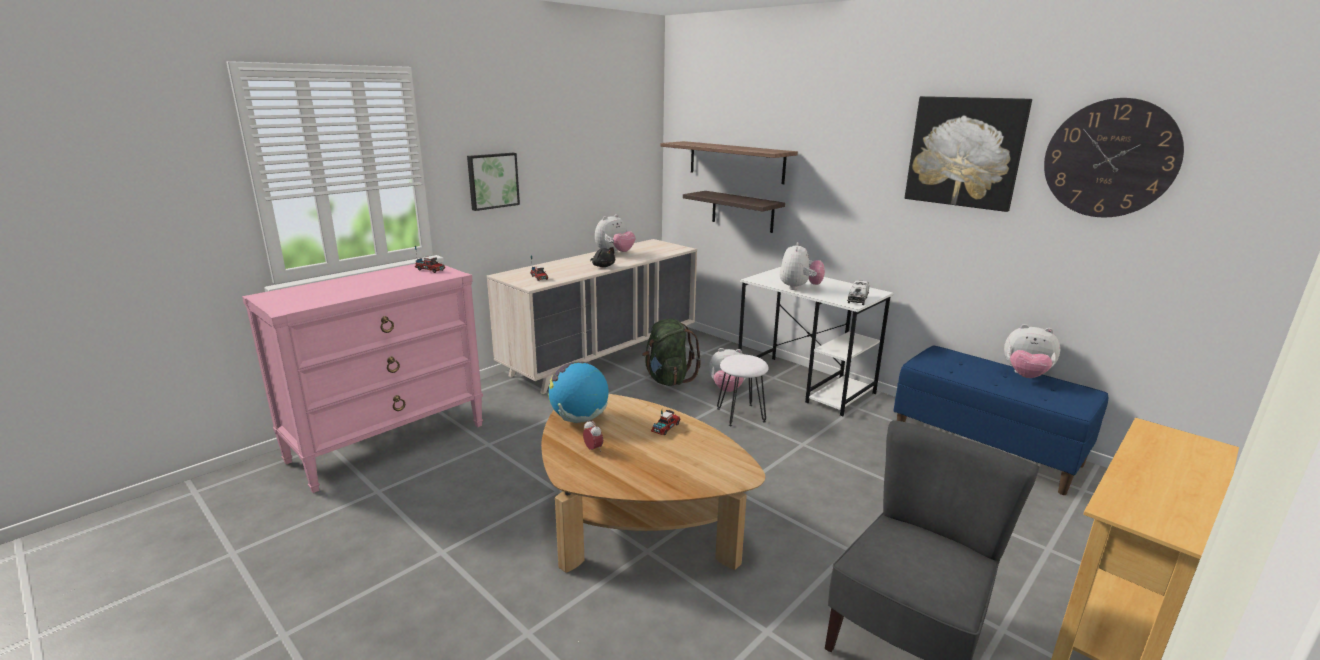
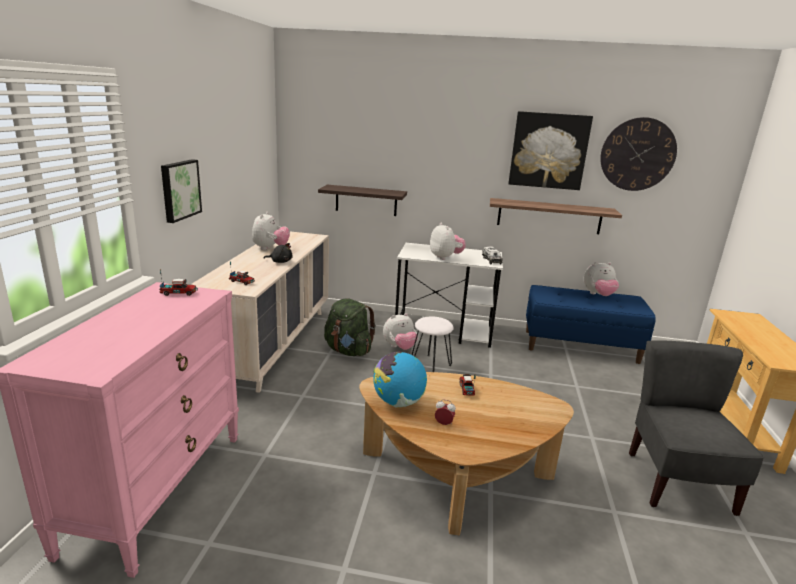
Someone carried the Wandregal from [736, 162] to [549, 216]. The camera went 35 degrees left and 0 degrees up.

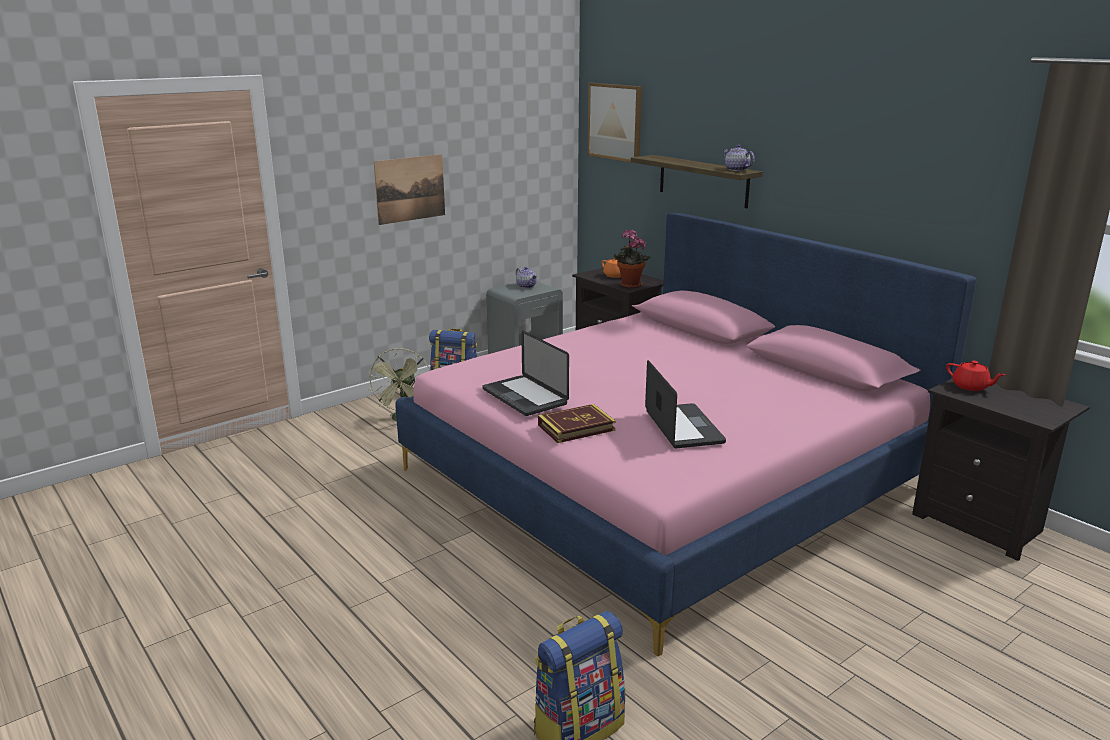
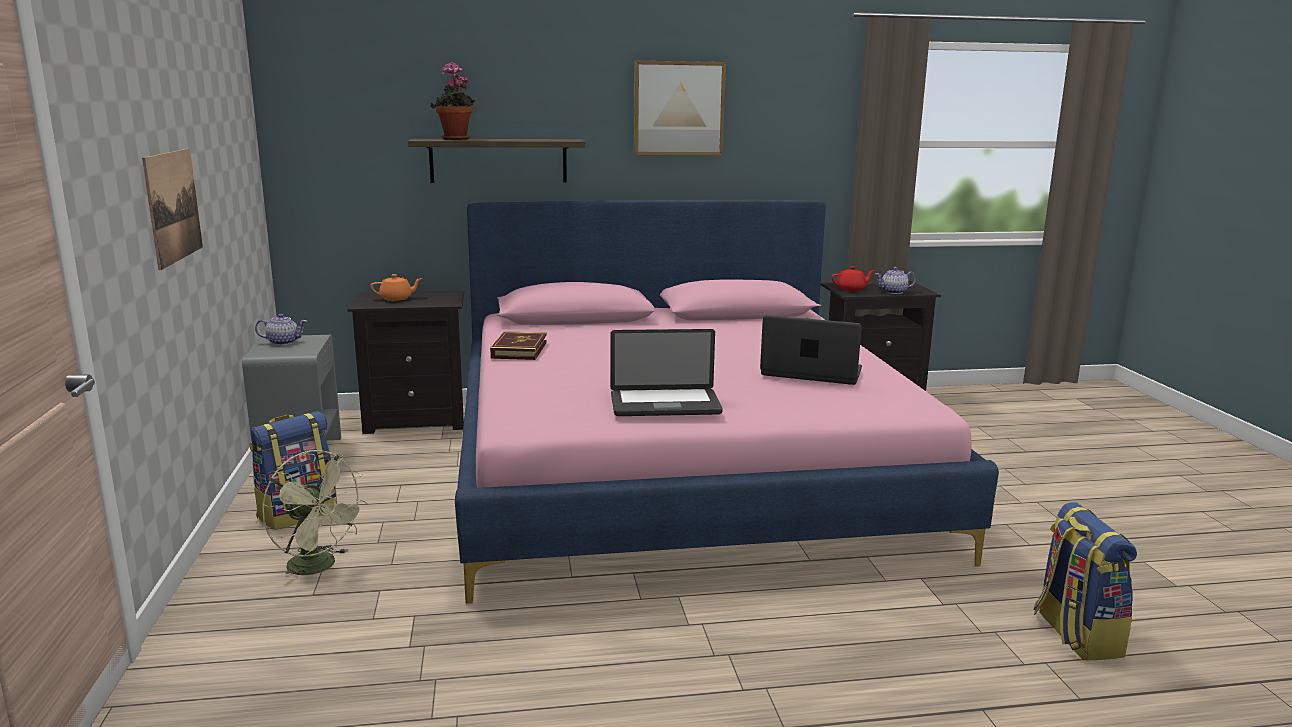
Someone carried the Topfpflanze from [629, 286] to [456, 139]. Someone carried the Buch from [576, 427] to [519, 350]. Someone carried the Bild from [615, 122] to [678, 108]. Someone carried the Teekanne from [736, 169] to [893, 292]. The camera went 60 degrees left and 5 degrees down.

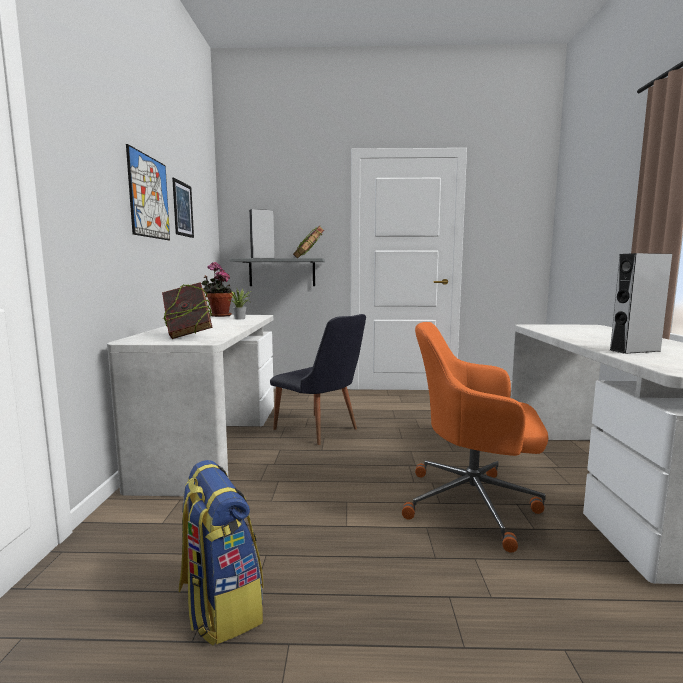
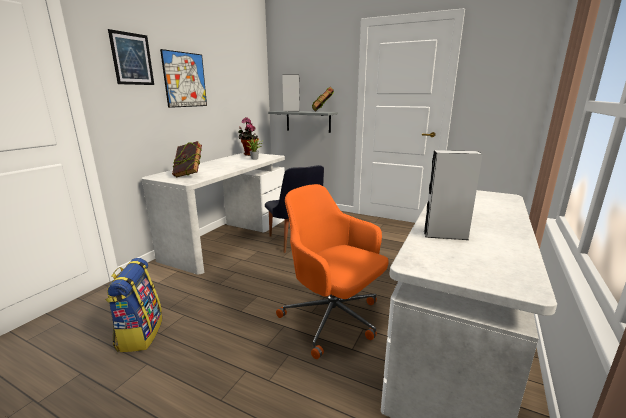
Someone carried the Bild from [183, 209] to [132, 59]. The camera went 25 degrees right and 10 degrees up.

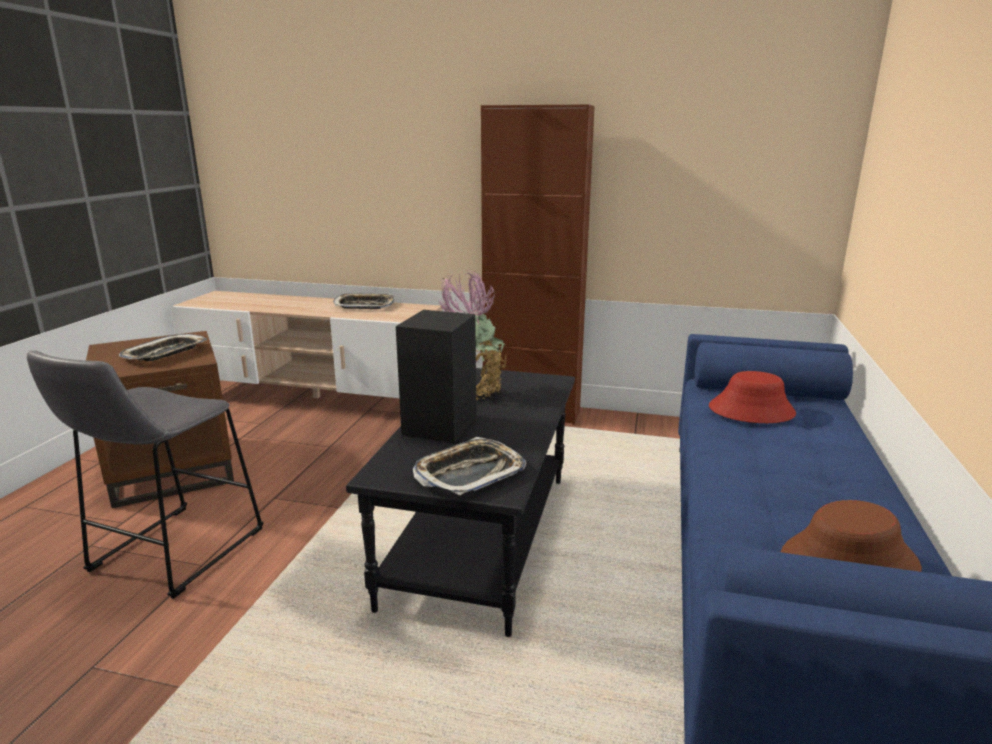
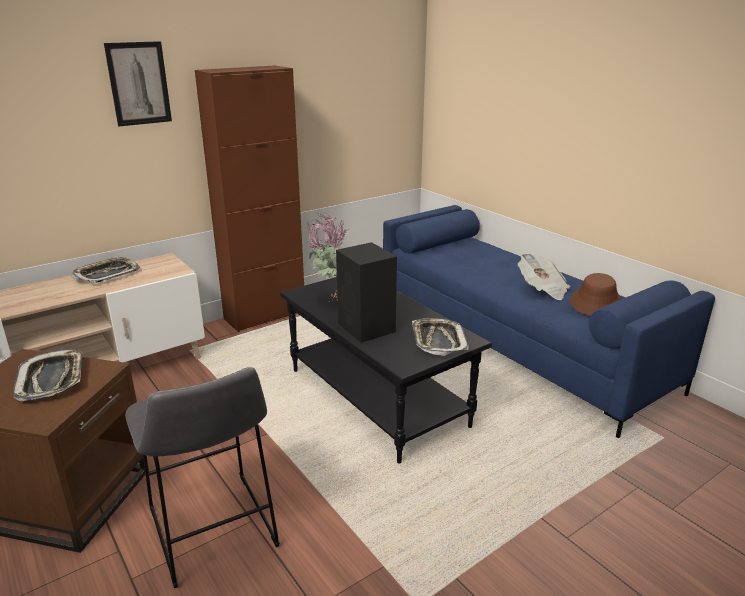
Someone put up the Bild at [139, 83]. Someone put down the Zeitung at [542, 289]. Someone took away the Hut (rot) at [751, 410]. The camera went 50 degrees left and 5 degrees up.

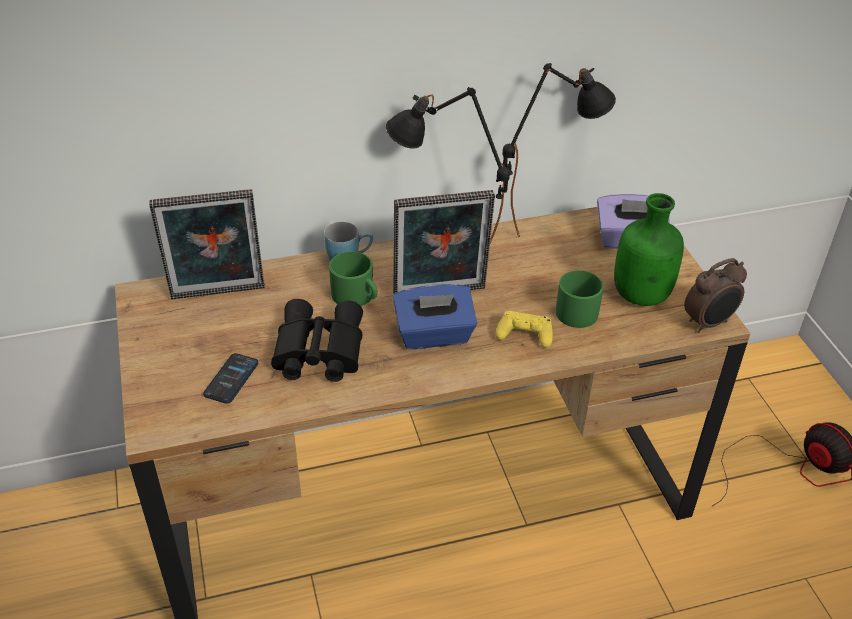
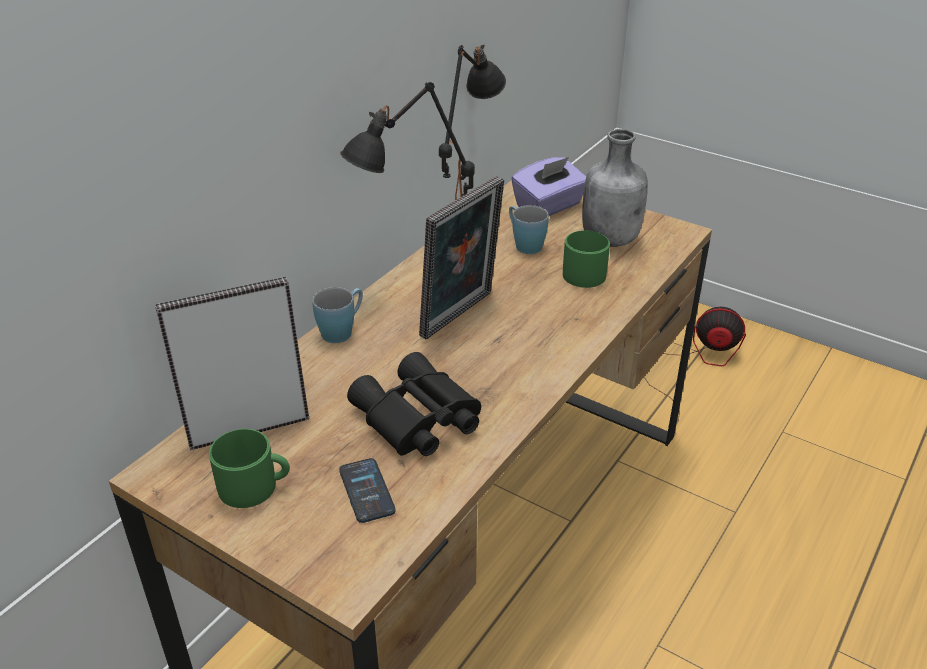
Someone rotated the Bilderrahmen at [218, 295] by 150 degrees counterclockwise. Someone carried the Henkelbecher (grün) from [356, 296] to [255, 486]. Someone put down the Henkelbecher (blau) at [524, 244]. Someone repainted the Flasche (grün) at [642, 295], which became the Flasche (grau) at [611, 239]. Someone took away the Taschentuchbox (blau) at [434, 335]. Someone took away the Gamepad (gelb) at [524, 334]. Someone took away the Wecker at [709, 323]. The camera went 40 degrees left and 5 degrees down.

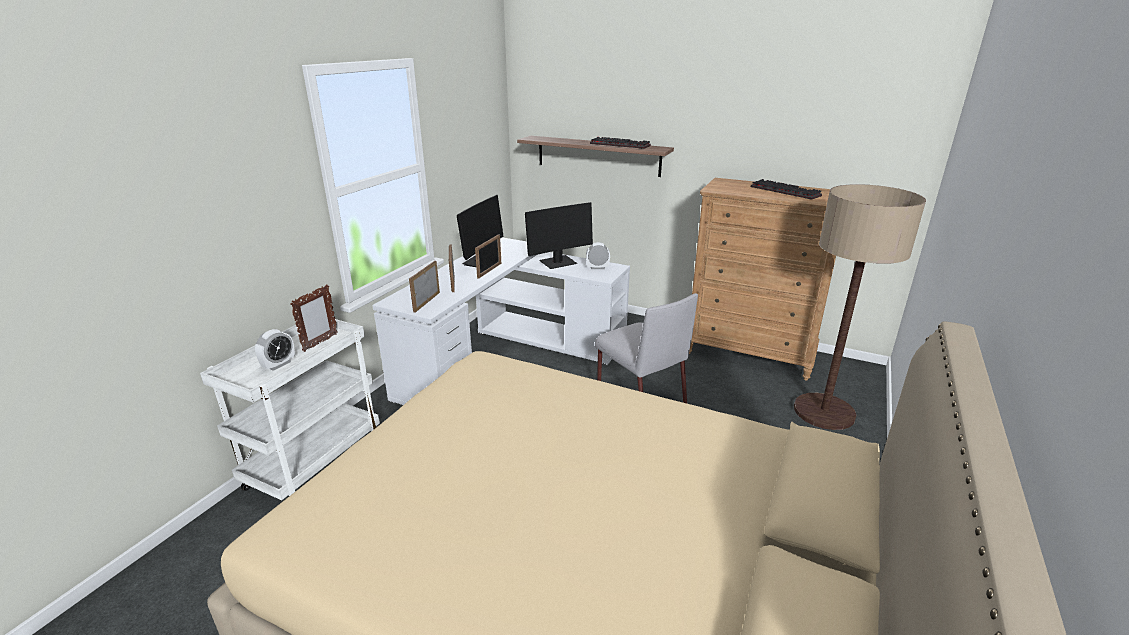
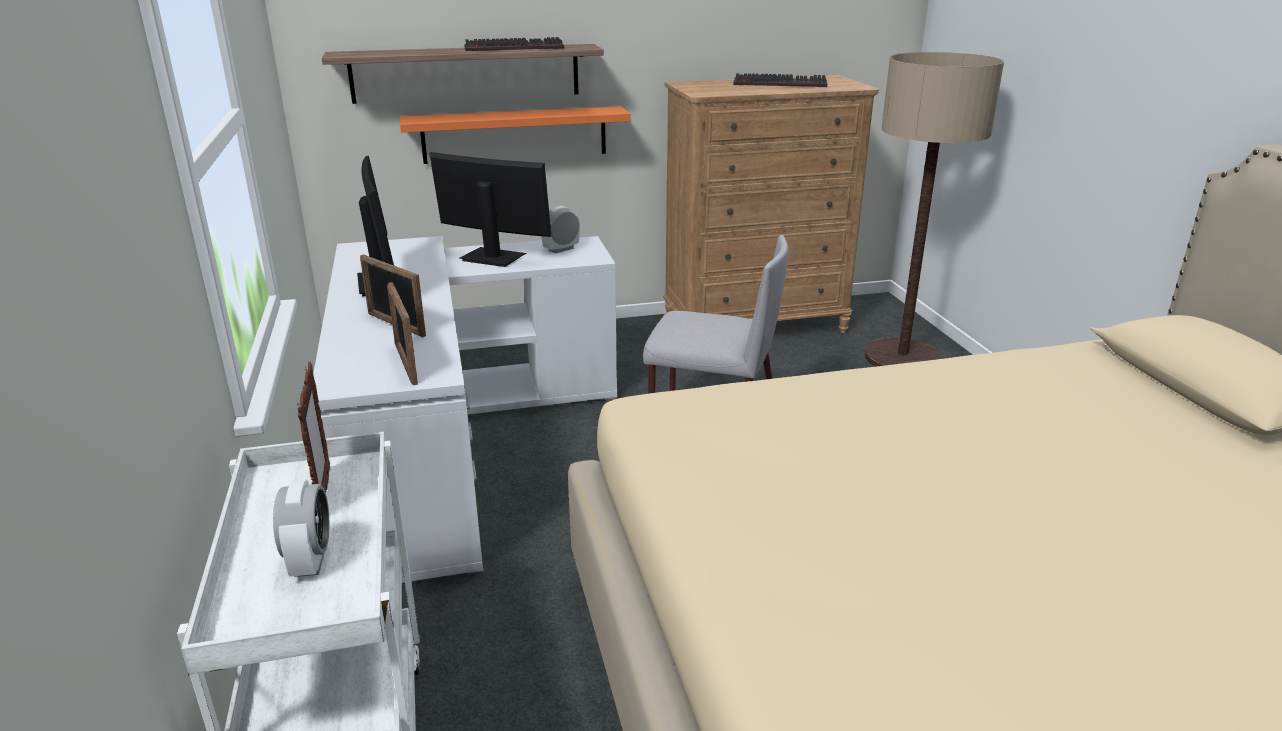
Someone put up the Wandregal (orange) at [515, 134]. Someone rotated the Monitor at [558, 263] by 90 degrees counterclockwise. Someone took away the Bilderrahmen at [489, 270]. The camera went 40 degrees left and 0 degrees up.

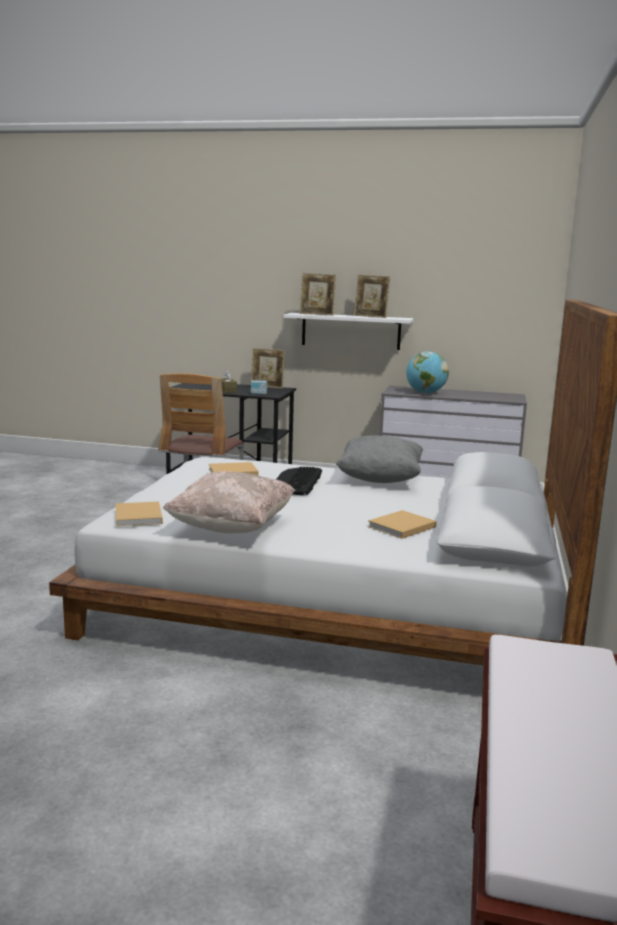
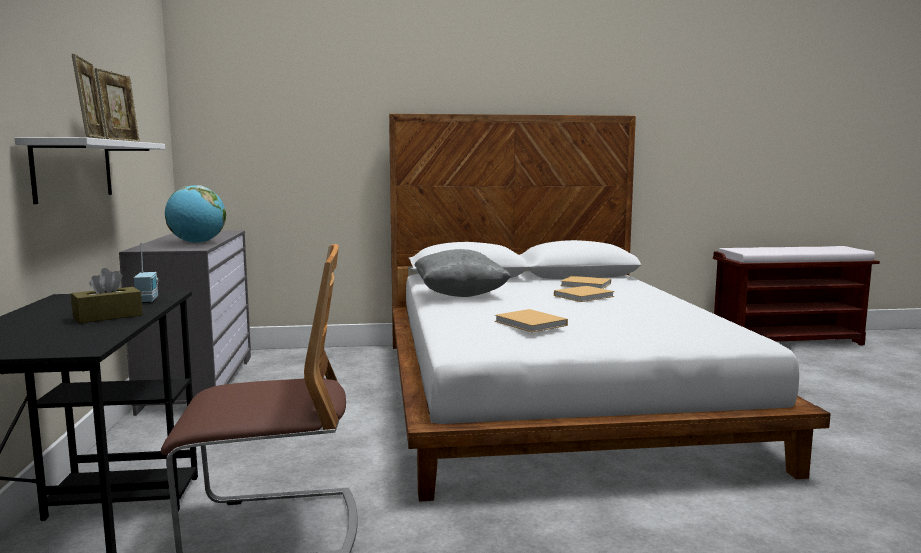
Someone carried the Buch (beige) from [138, 517] to [585, 296]. Someone took away the Kissen (beige) at [232, 527]. Someone took away the Bilderrahmen at [267, 387]. Someone took away the Tastatur at [296, 482]. The camera went 110 degrees left and 5 degrees down.

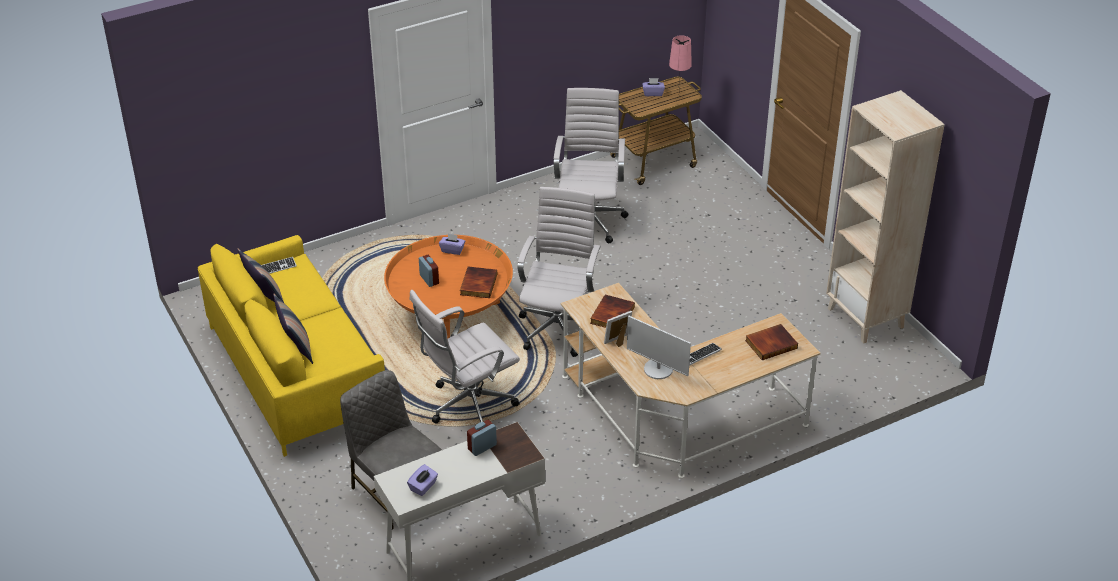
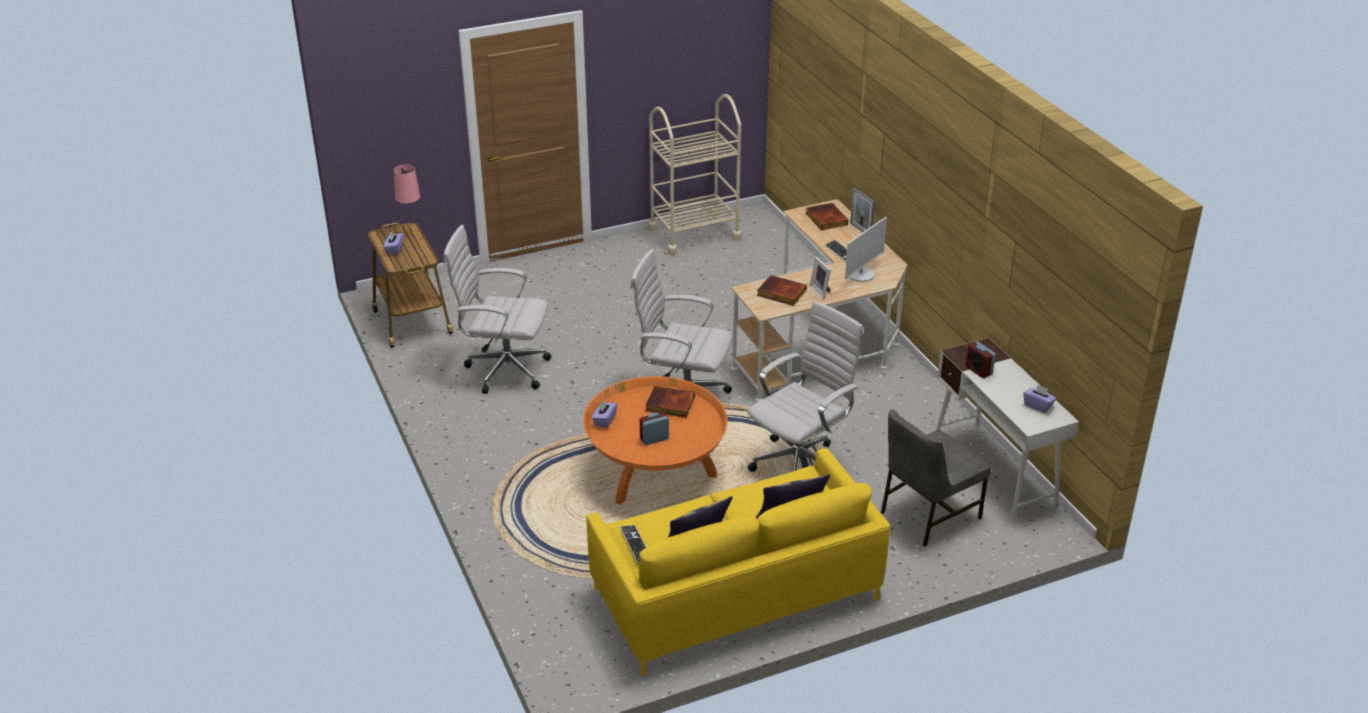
Someone swapped the Bücherregal (beige) at [866, 318] for the Rollwagen (beige) at [694, 233]. Someone rotated the Bürostuhl (weiß) at [468, 406] by 105 degrees counterclockwise. Someone put down the Bilderrahmen at [860, 230]. The camera went 85 degrees left and 5 degrees down.

